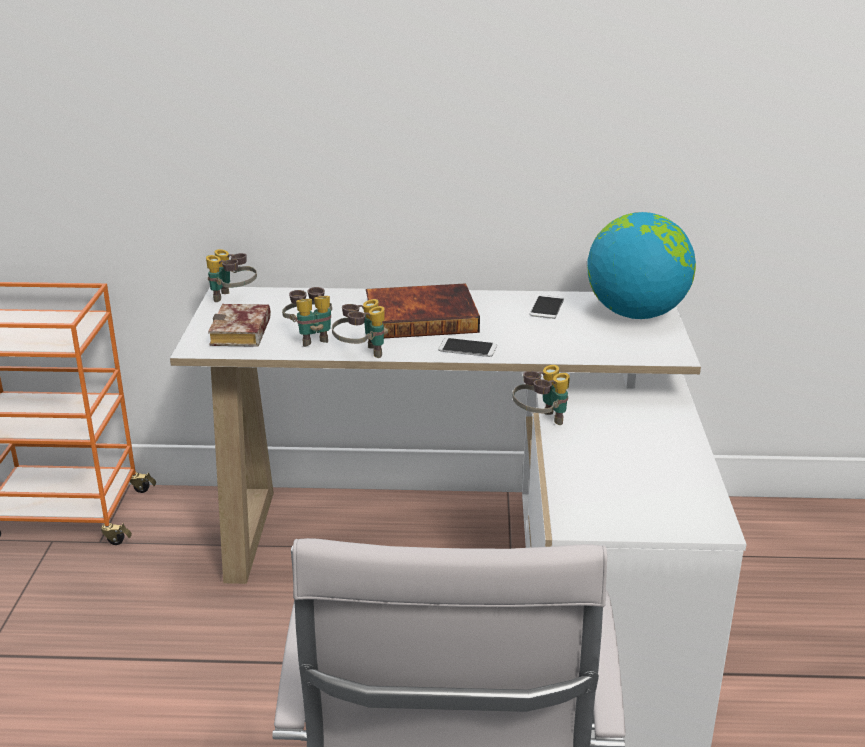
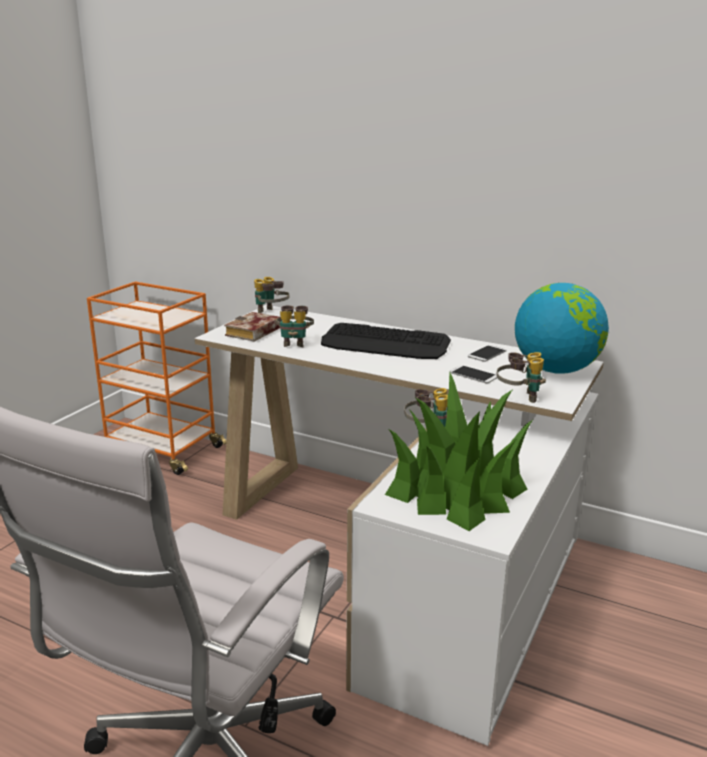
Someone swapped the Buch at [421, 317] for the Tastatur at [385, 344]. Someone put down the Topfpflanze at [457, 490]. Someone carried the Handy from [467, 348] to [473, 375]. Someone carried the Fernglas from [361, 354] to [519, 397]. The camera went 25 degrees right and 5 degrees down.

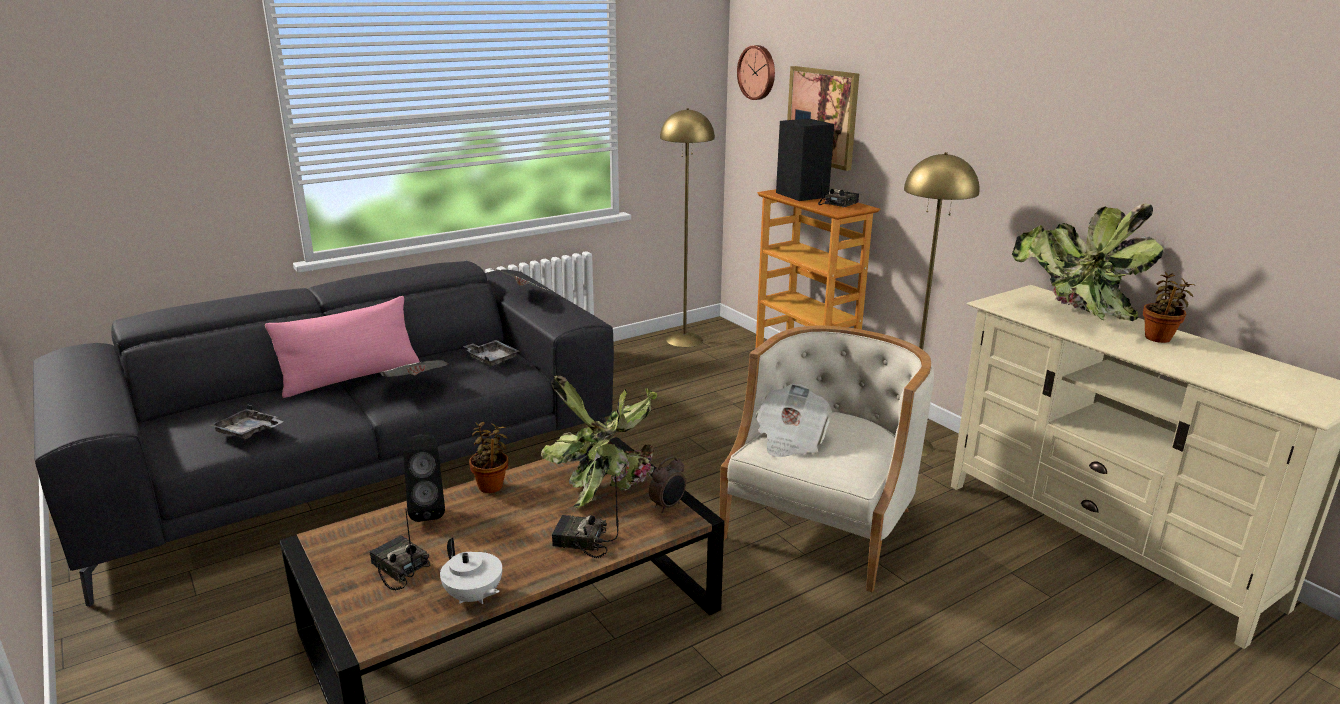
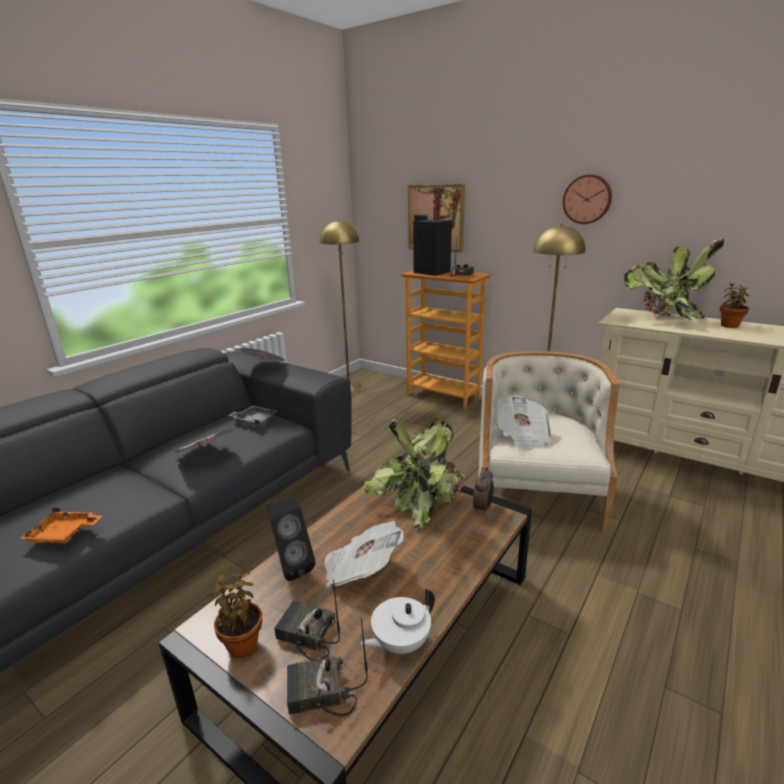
Someone repainted the Tablett (grau) at [248, 432], which became the Tablett (orange) at [64, 534]. Someone carried the Topfpflanze from [491, 485] to [243, 643]. Someone carried the Radio from [580, 542] to [319, 695]. Someone put down the Zeitung at [361, 570]. Someone rotated the Teekanne (weiß) at [473, 597] by 120 degrees clockwise. Someone carried the Wanduhr from [758, 72] to [587, 199]. Someone took away the Kissen (rosa) at [351, 377]. The camera went 20 degrees left and 0 degrees up.

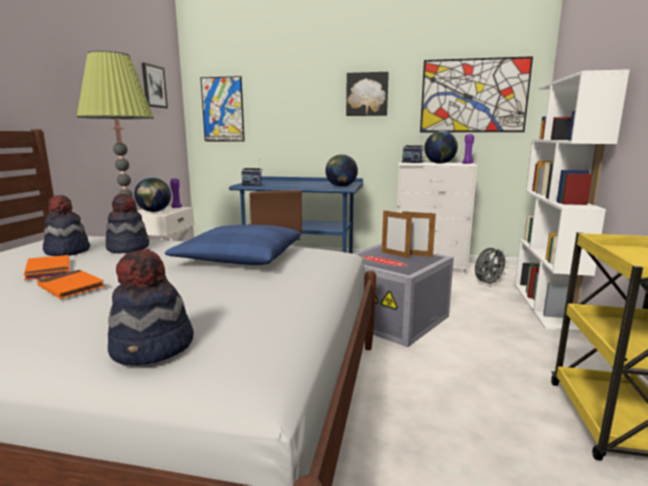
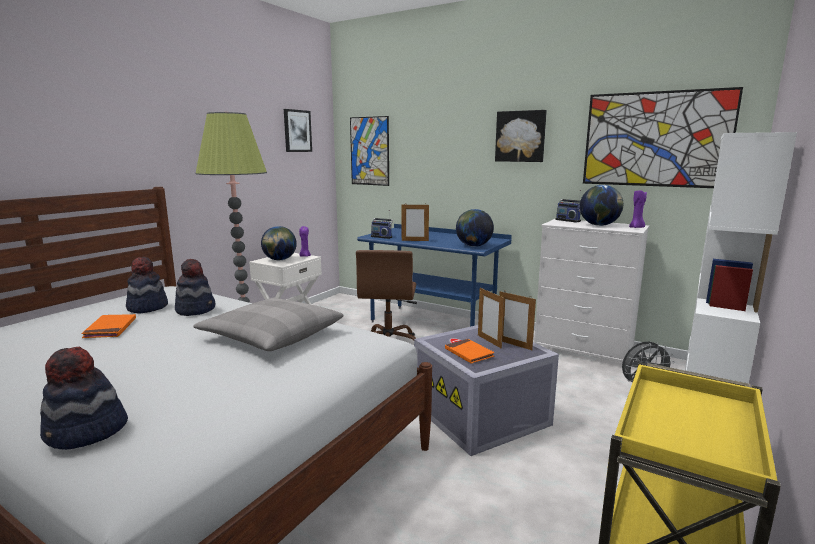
Someone repainted the Kissen (blau) at [239, 258], which became the Kissen (grau) at [272, 335]. Someone put down the Bilderrahmen at [415, 240]. Someone carried the Buch (orange) from [71, 287] to [469, 353]. The camera went 20 degrees right and 0 degrees up.

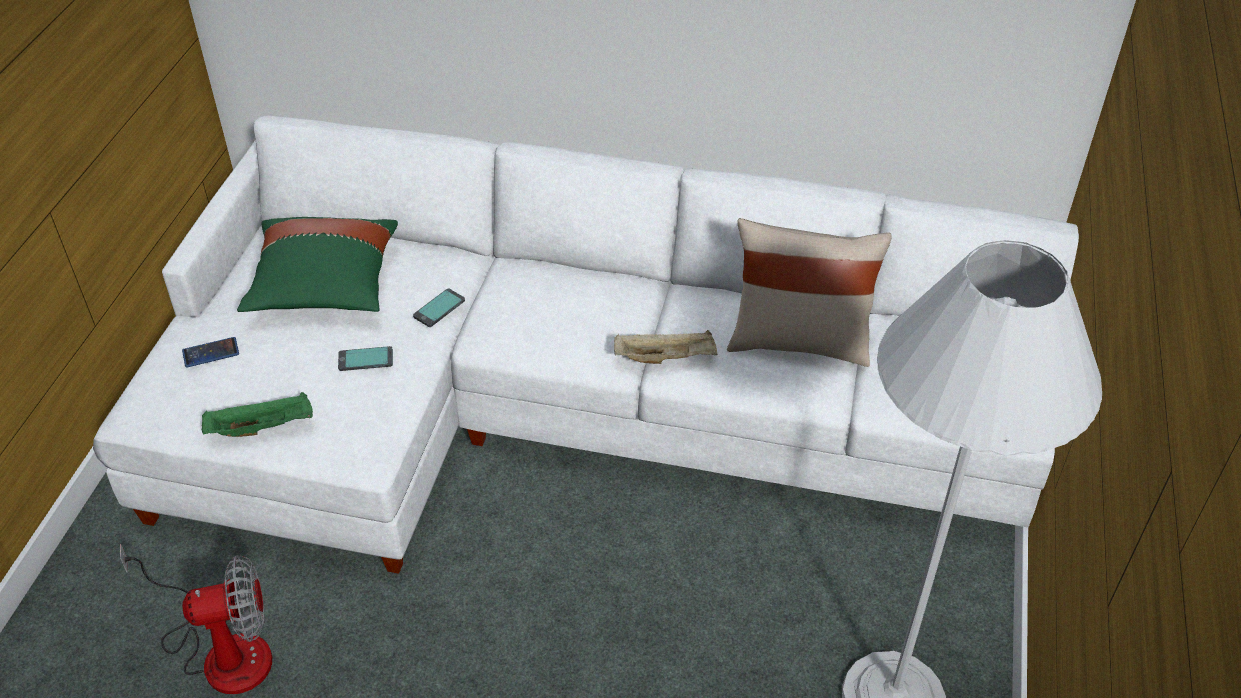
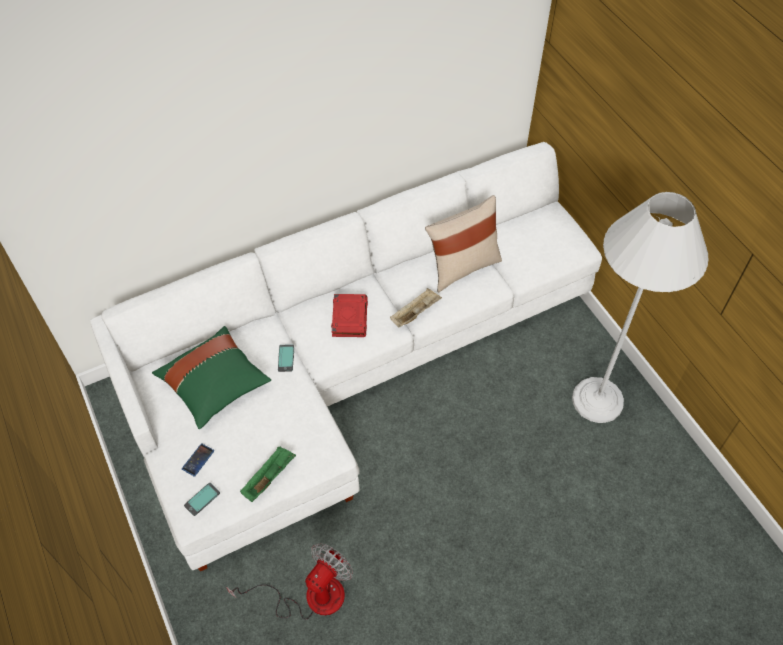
Someone carried the Handy from [365, 360] to [202, 499]. Someone put down the Buch (rot) at [349, 317]. The camera went 40 degrees left and 10 degrees up.

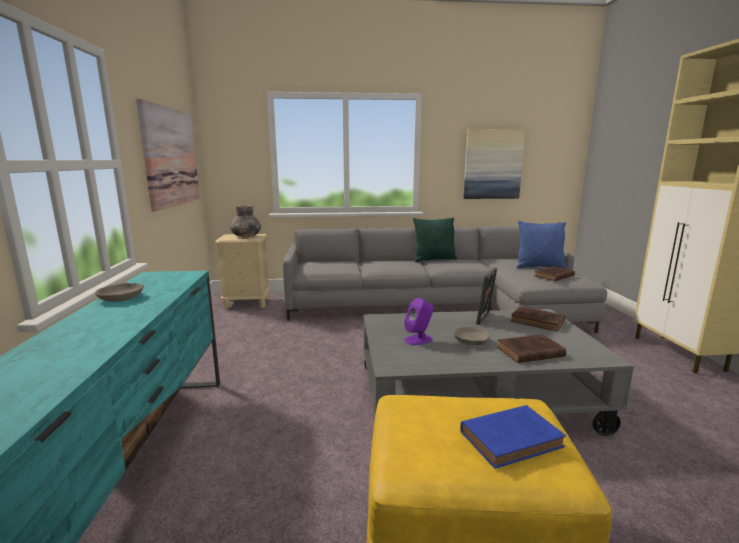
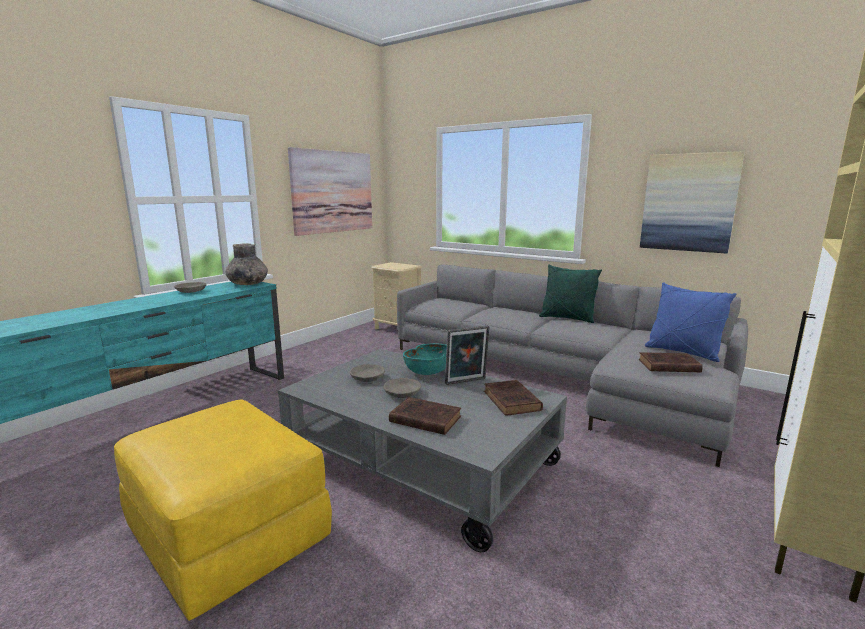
Someone carried the Vase (grau) from [246, 236] to [247, 284]. Someone swapped the Lautsprecher (lila) at [418, 339] for the Schüssel (grau) at [367, 378]. Someone put down the Schüssel (türkis) at [429, 372]. Someone took away the Buch (blau) at [513, 439]. The camera went 40 degrees right and 0 degrees up.

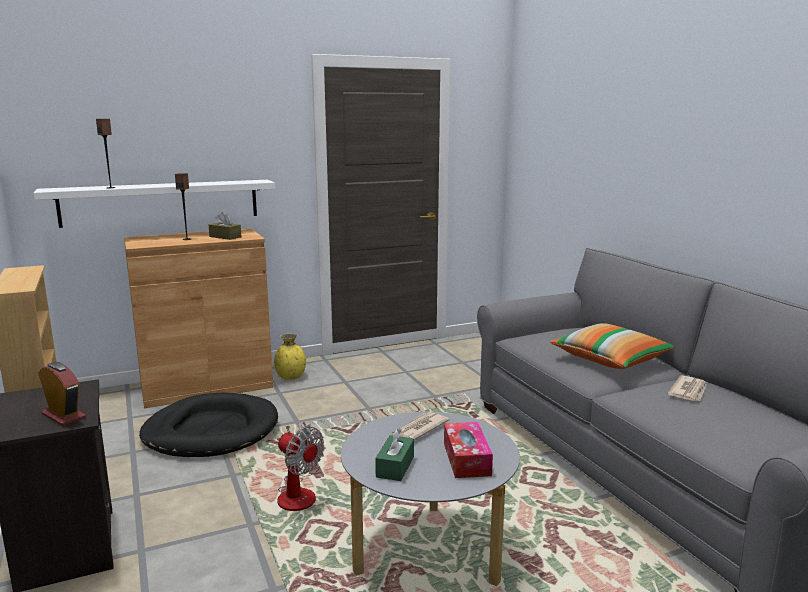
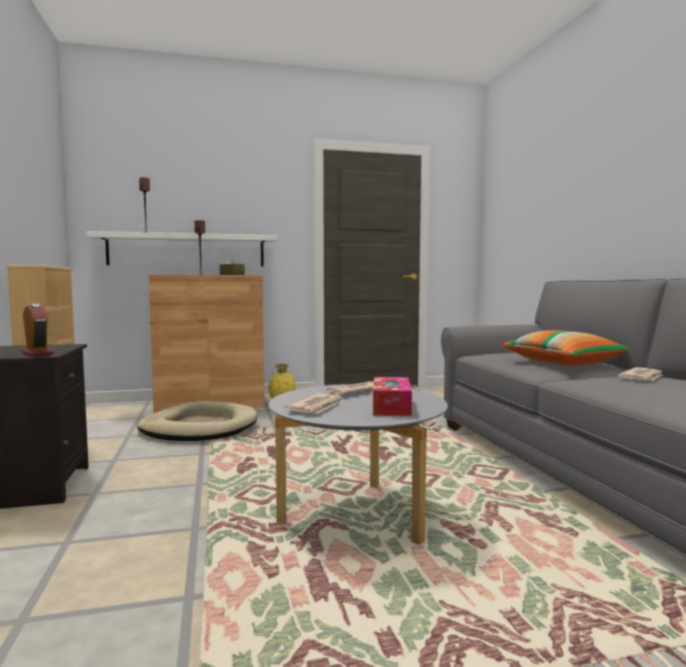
Someone repainted the Hundebett (schwarz) at [211, 431], which became the Hundebett (beige) at [199, 428]. Someone swapped the Taschentuchbox (grün) at [395, 467] for the Zeitung at [317, 407]. Someone took away the Ventilator at [299, 493]. The camera went 10 degrees right and 10 degrees down.

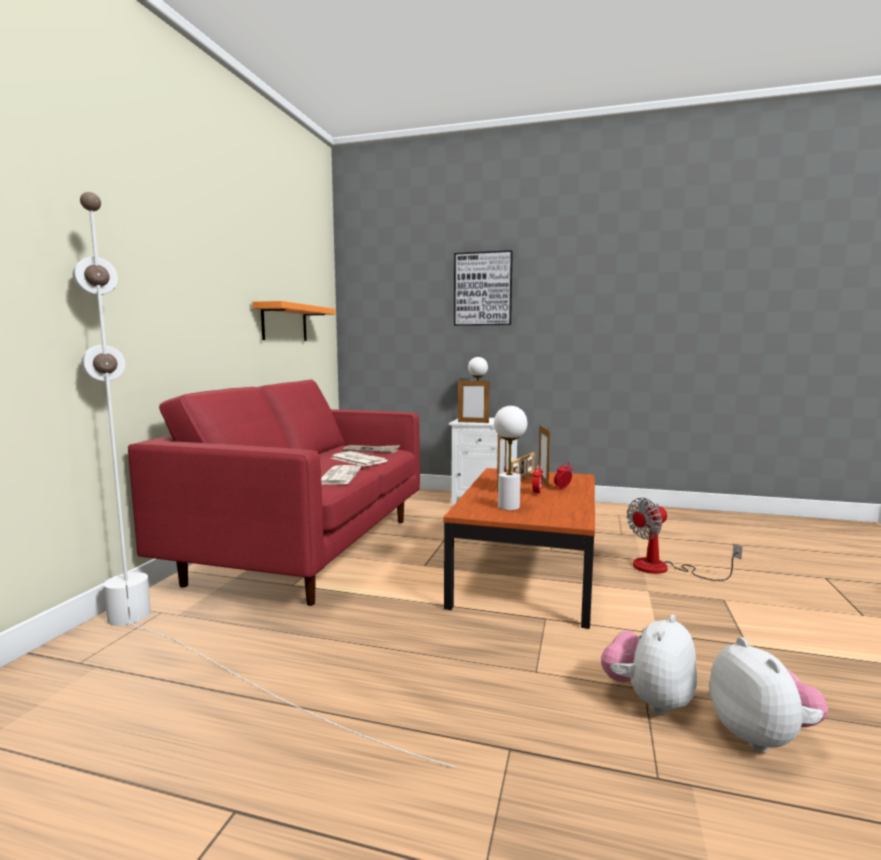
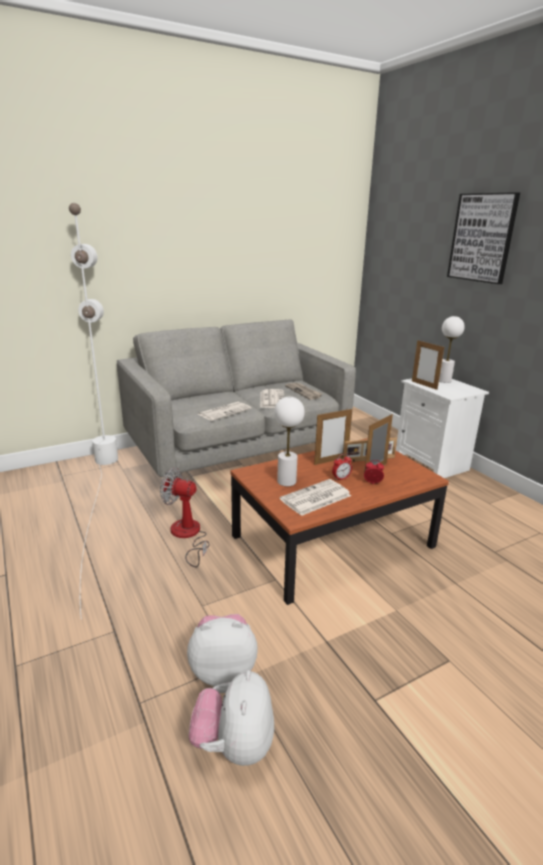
Someone repainted the Sofa (rot) at [308, 549], which became the Sofa (grau) at [237, 454]. Someone carried the Ventilator from [663, 569] to [188, 536]. Someone rotated the Plüschtier at [761, 736] by 150 degrees clockwise. Someone put down the Zeitung at [315, 498]. Someone took away the Wandregal (orange) at [284, 323]. The camera went 45 degrees right and 15 degrees up.

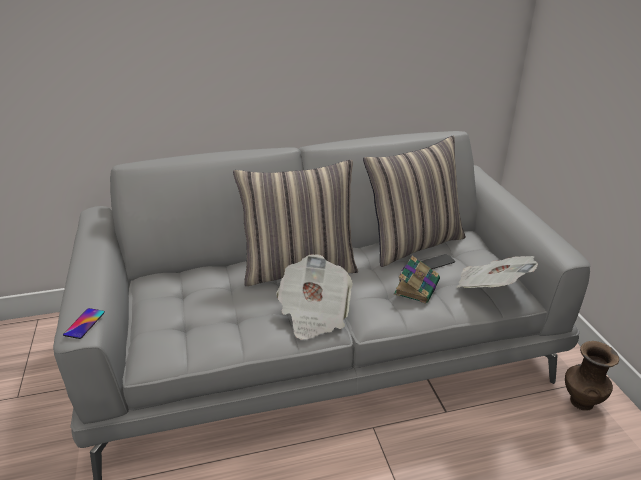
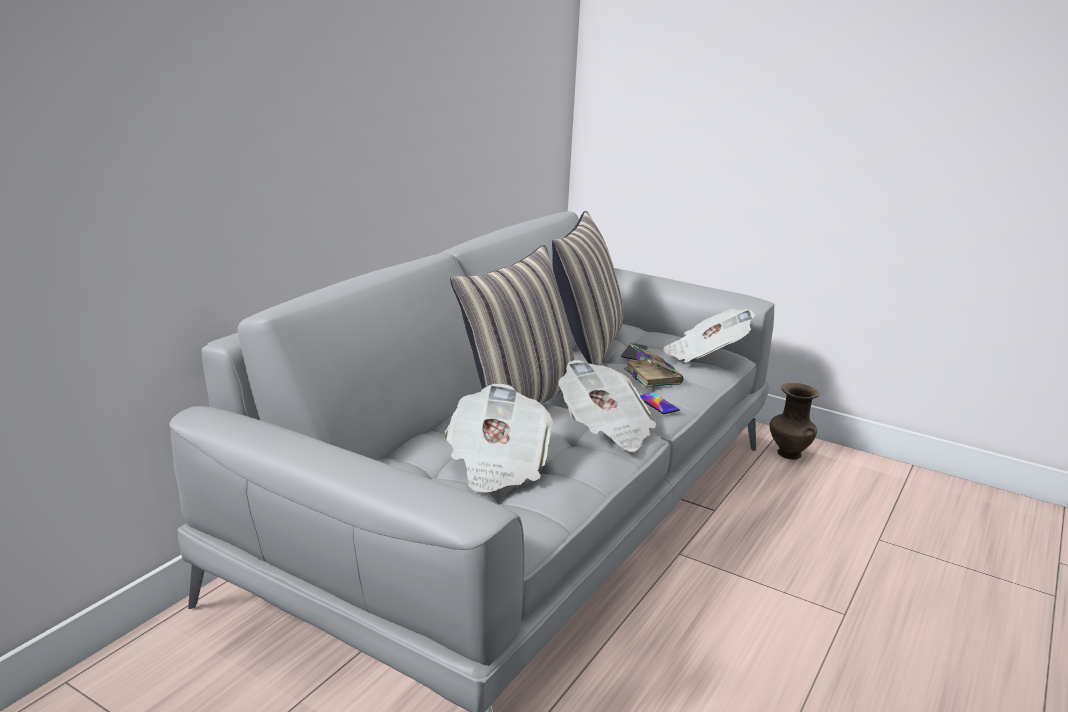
Someone put down the Zeitung at [497, 465]. Someone carried the Handy from [84, 323] to [658, 404]. The camera went 45 degrees left and 10 degrees down.

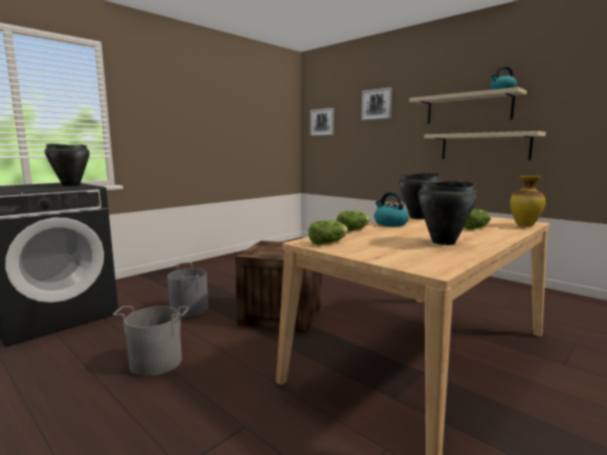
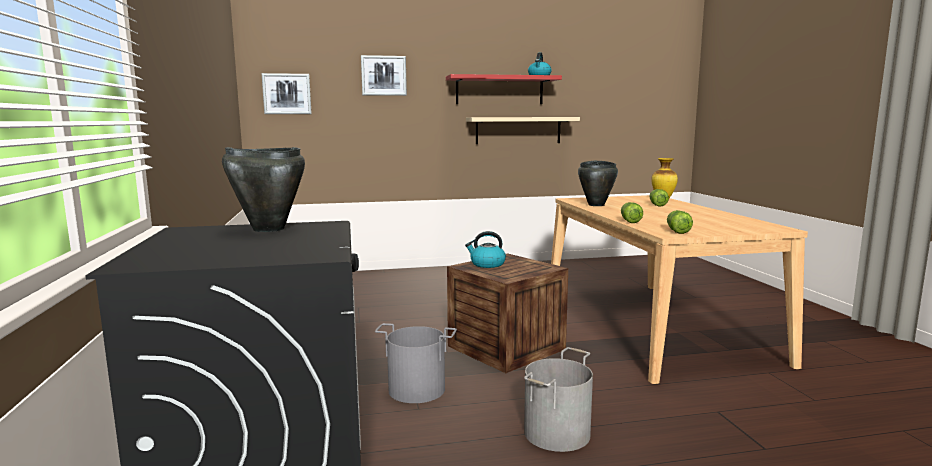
Someone repainted the Wandregal (beige) at [468, 108], which became the Wandregal (rot) at [499, 90]. Someone carried the Wasserkessel from [390, 223] to [487, 264]. Someone took away the Kochtopf (schwarz) at [444, 242]. The camera went 55 degrees left and 0 degrees up.

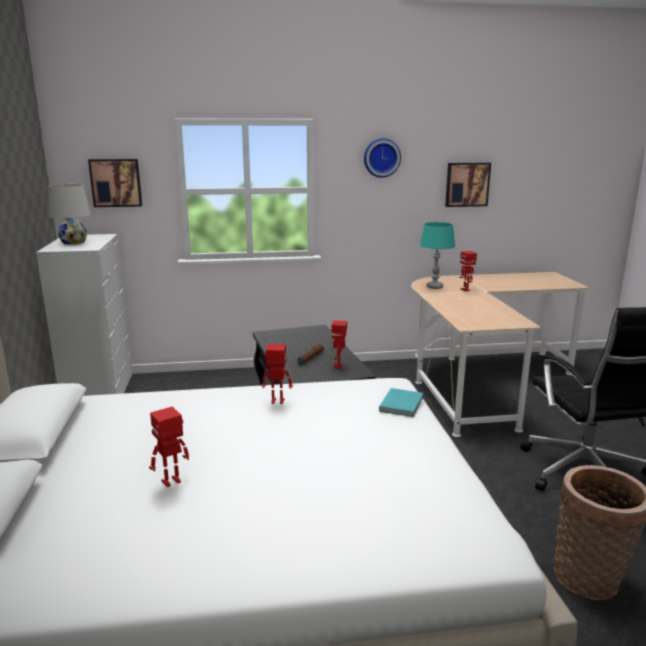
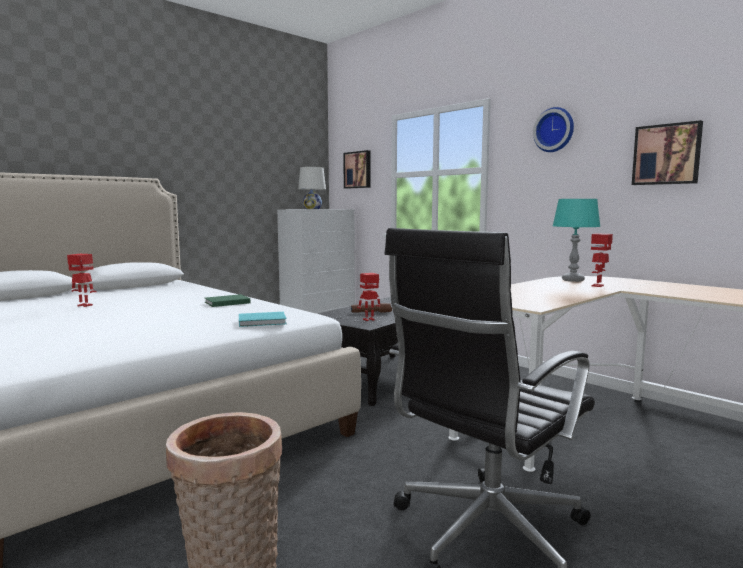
Someone swapped the Spielzeugroboter at [277, 402] for the Buch (grün) at [226, 302]. The camera went 55 degrees right and 10 degrees down.

